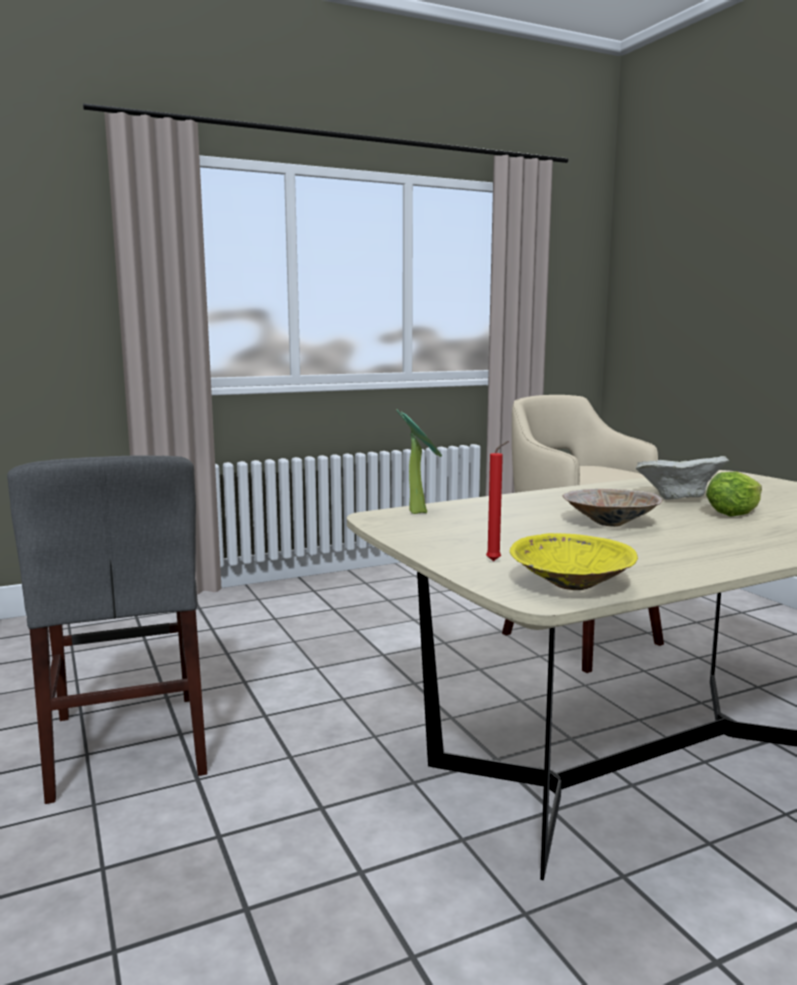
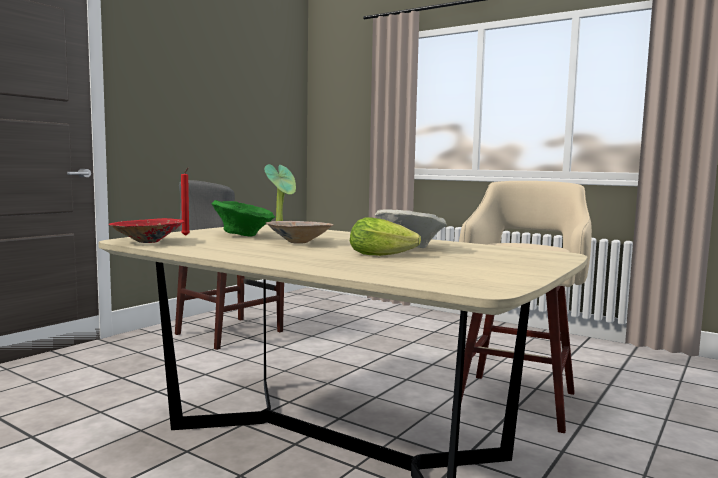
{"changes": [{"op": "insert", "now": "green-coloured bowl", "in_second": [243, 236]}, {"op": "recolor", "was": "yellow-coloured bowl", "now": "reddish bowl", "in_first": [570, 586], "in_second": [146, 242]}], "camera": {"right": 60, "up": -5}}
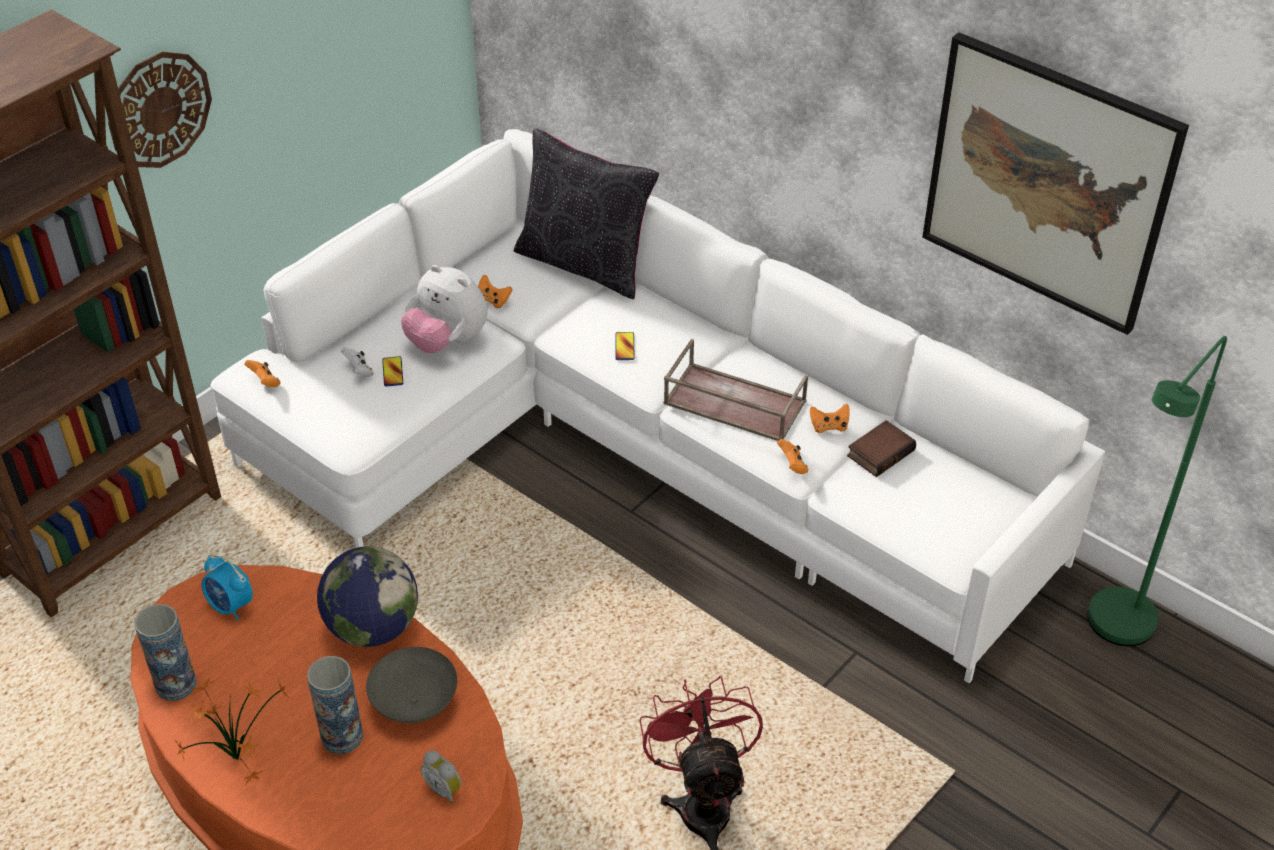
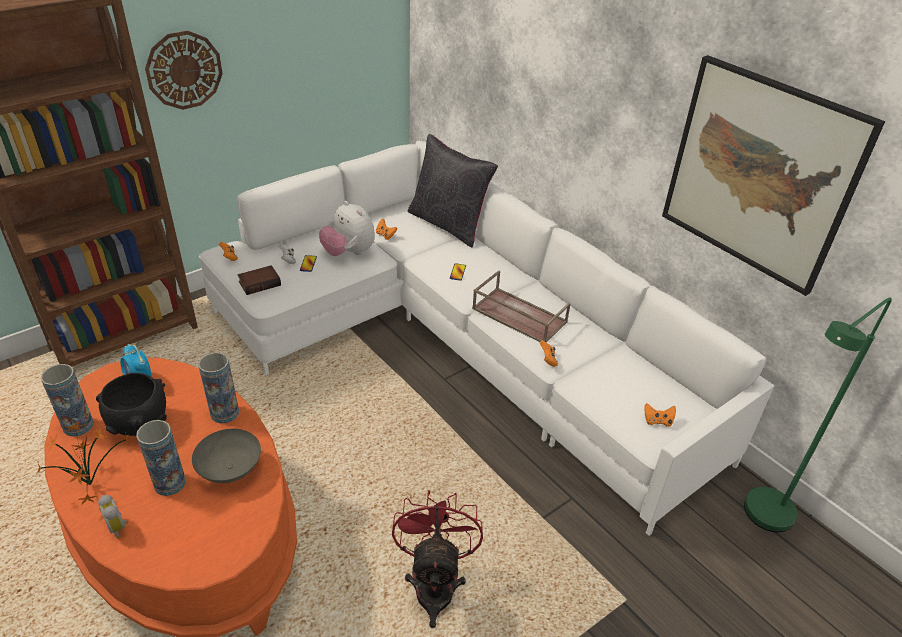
{"changes": [{"op": "insert", "now": "blackish bowl", "in_second": [138, 424]}, {"op": "move", "was": "alarm clock", "in_first": [445, 789], "in_second": [118, 526]}, {"op": "move", "was": "orange-coloured joypad", "in_first": [829, 426], "in_second": [657, 421]}, {"op": "move", "was": "bound book", "in_first": [880, 452], "in_second": [260, 282]}, {"op": "replace", "was": "desk globe", "now": "vase", "in_first": [373, 628], "in_second": [224, 413]}], "camera": {"right": 10, "up": -5}}
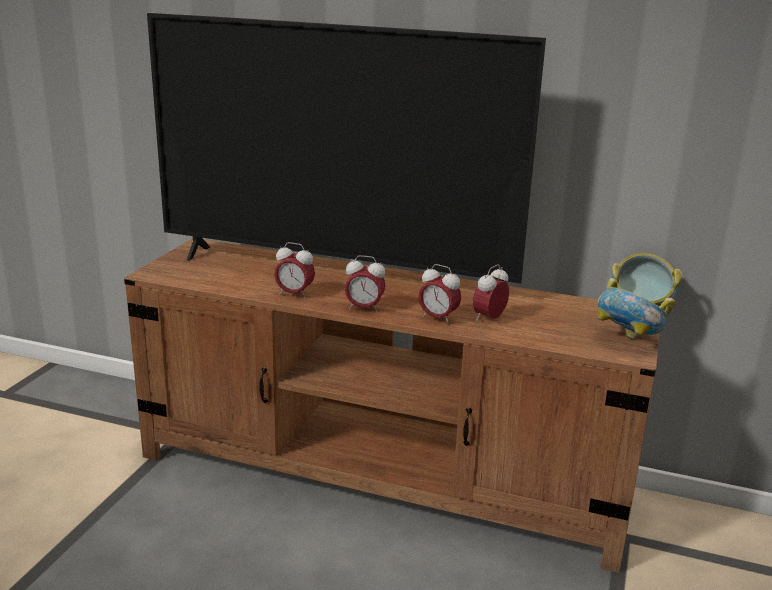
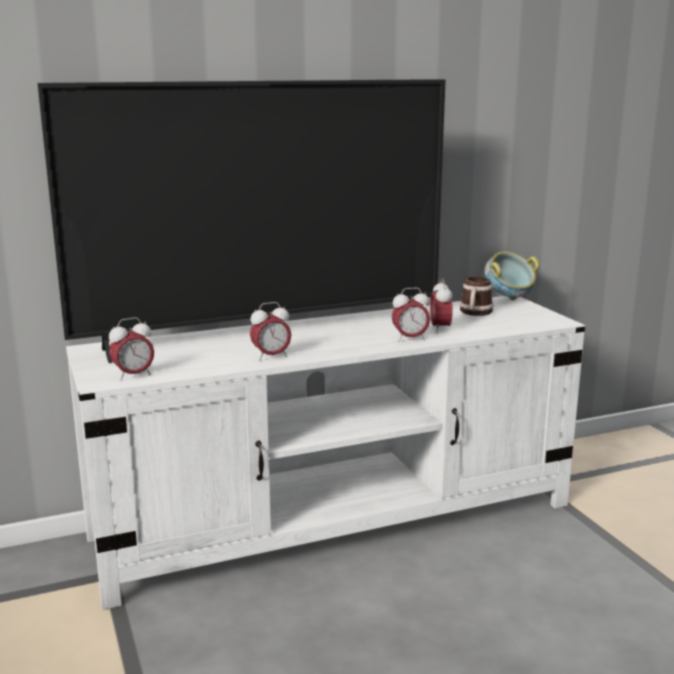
{"changes": [{"op": "delete", "was": "bowl", "in_first": [627, 340]}, {"op": "insert", "now": "coffee mug", "in_second": [475, 313]}, {"op": "move", "was": "alarm clock", "in_first": [364, 308], "in_second": [133, 375]}, {"op": "recolor", "was": "brown-coloured tv unit", "now": "white-coloured tv unit", "in_first": [383, 475], "in_second": [337, 521]}], "camera": {"right": -40, "up": -5}}
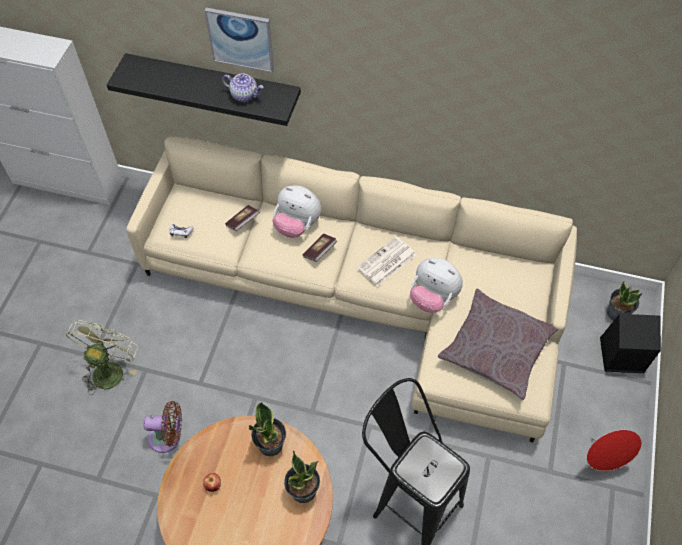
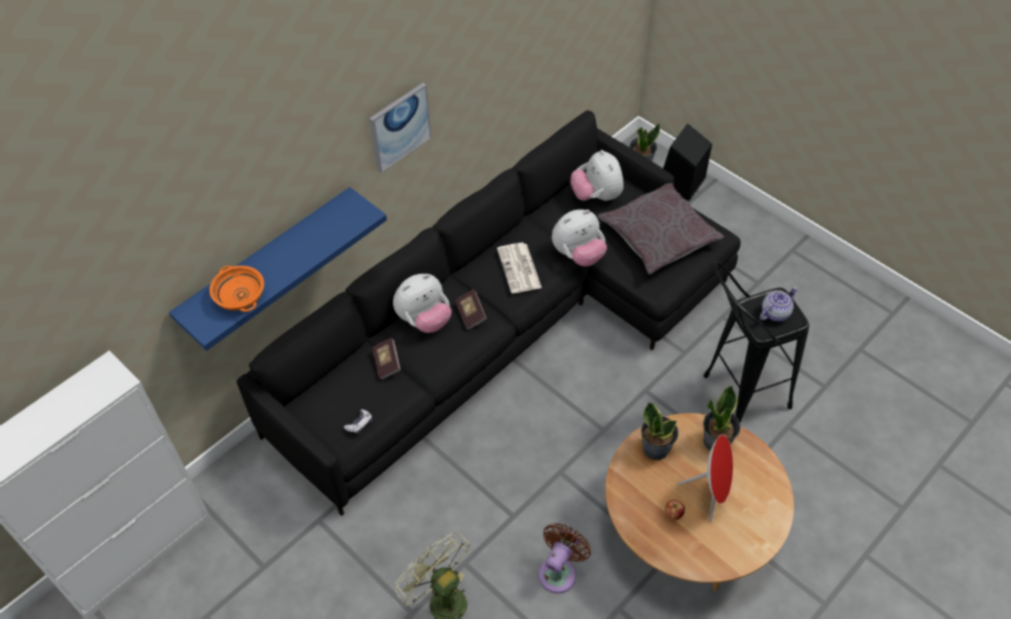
{"changes": [{"op": "insert", "now": "orange-coloured bowl", "in_second": [239, 296]}, {"op": "insert", "now": "plush toy", "in_second": [596, 196]}, {"op": "move", "was": "wall picture", "in_first": [241, 39], "in_second": [399, 127]}, {"op": "move", "was": "tea pot", "in_first": [244, 95], "in_second": [775, 313]}, {"op": "move", "was": "reddish audio speaker", "in_first": [600, 463], "in_second": [710, 493]}, {"op": "recolor", "was": "blackish wall shelf", "now": "blue-coloured wall shelf", "in_first": [214, 85], "in_second": [268, 262]}, {"op": "recolor", "was": "sand-coloured sofa", "now": "blackish sofa", "in_first": [369, 295], "in_second": [506, 326]}], "camera": {"right": -60, "up": -5}}
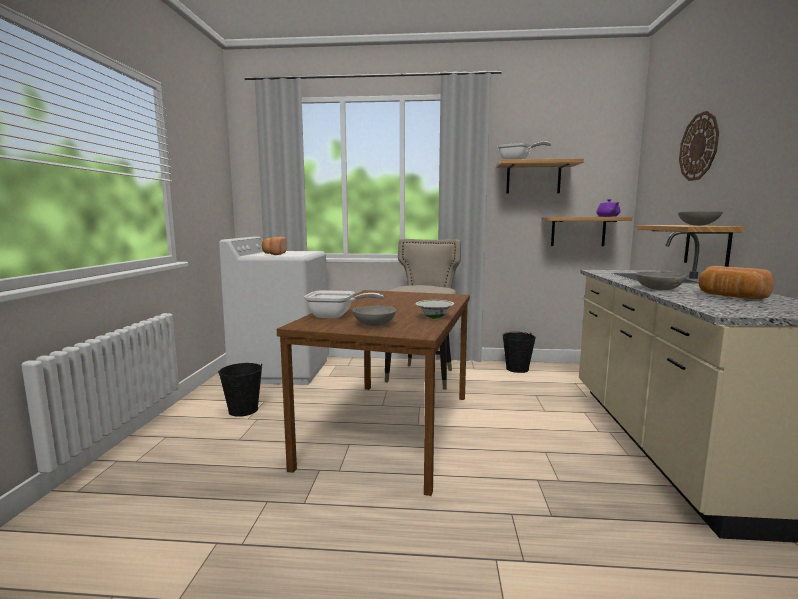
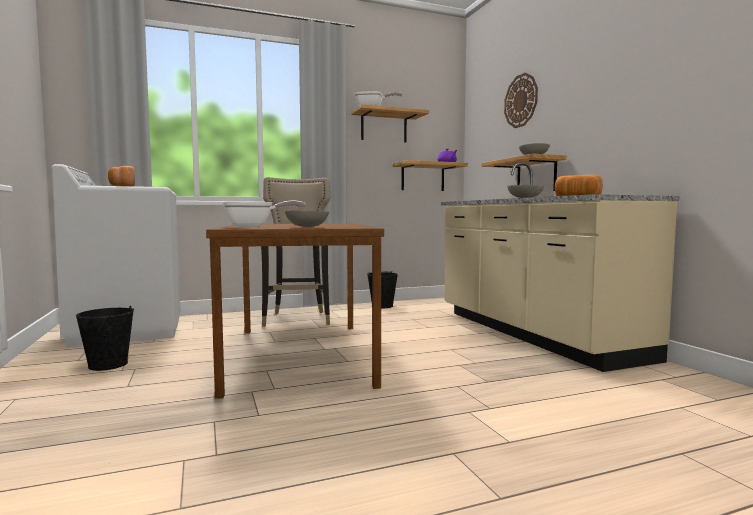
{"changes": [{"op": "delete", "was": "white-coloured bowl", "in_first": [434, 318]}], "camera": {"right": -25, "up": -5}}
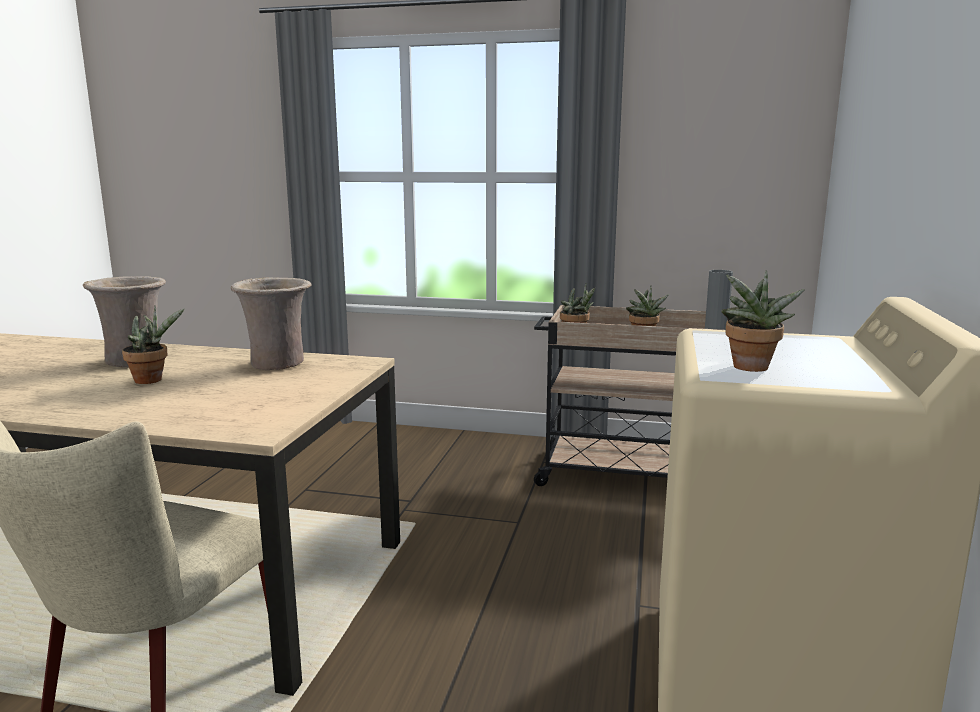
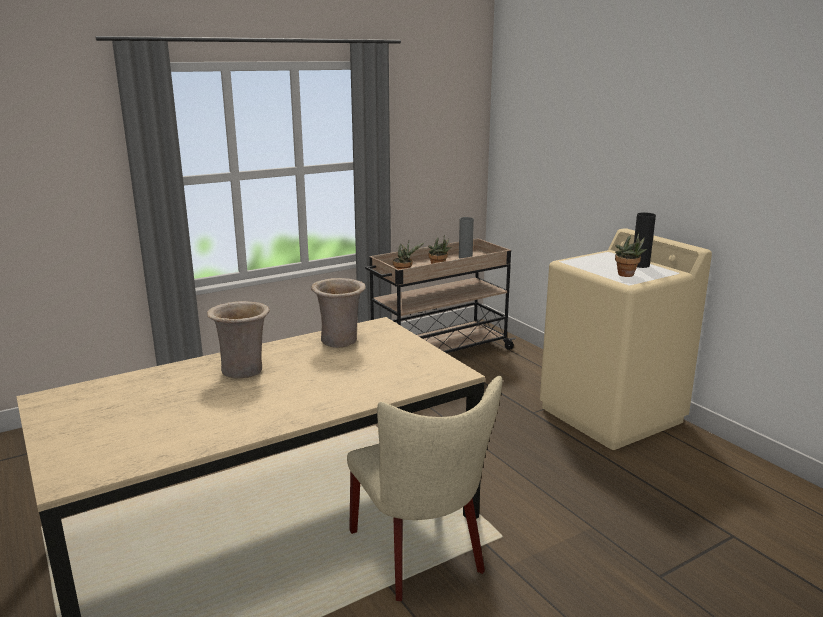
{"changes": [{"op": "delete", "was": "potted plant", "in_first": [153, 380]}, {"op": "insert", "now": "blackish vase", "in_second": [640, 265]}], "camera": {"right": -45, "up": 5}}
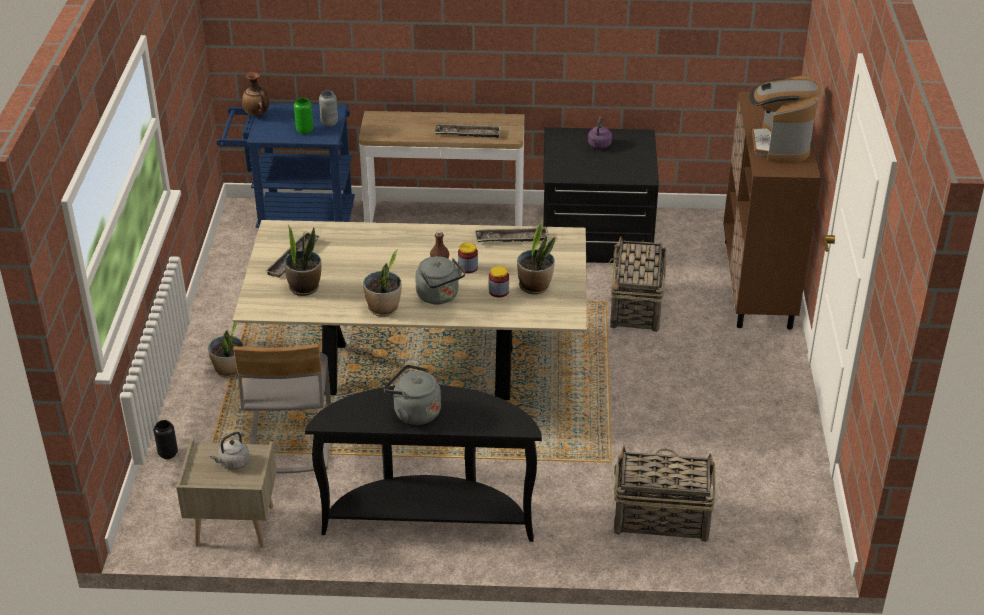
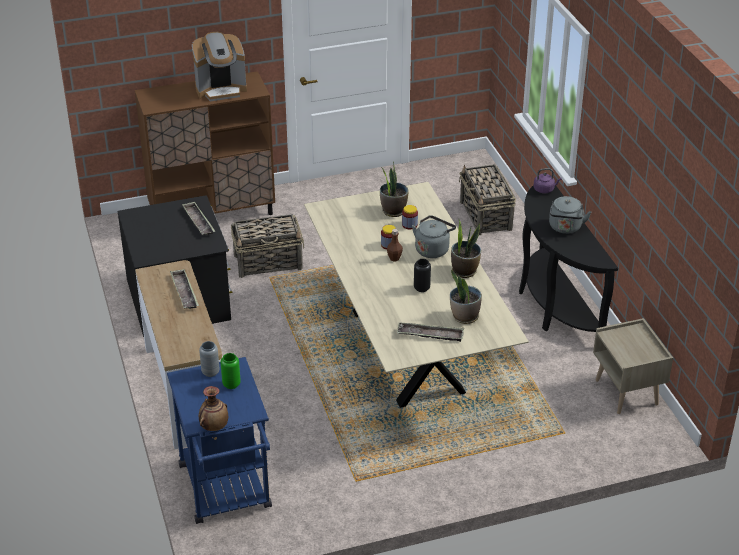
{"changes": [{"op": "delete", "was": "potted plant", "in_first": [229, 370]}, {"op": "delete", "was": "gray tea kettle", "in_first": [233, 463]}, {"op": "delete", "was": "gray chair", "in_first": [289, 440]}, {"op": "move", "was": "blackish vase", "in_first": [168, 454], "in_second": [421, 288]}, {"op": "move", "was": "serving tray", "in_first": [512, 239], "in_second": [198, 221]}, {"op": "move", "was": "purple-coloured tea kettle", "in_first": [599, 145], "in_second": [545, 189]}], "camera": {"right": -110, "up": 0}}
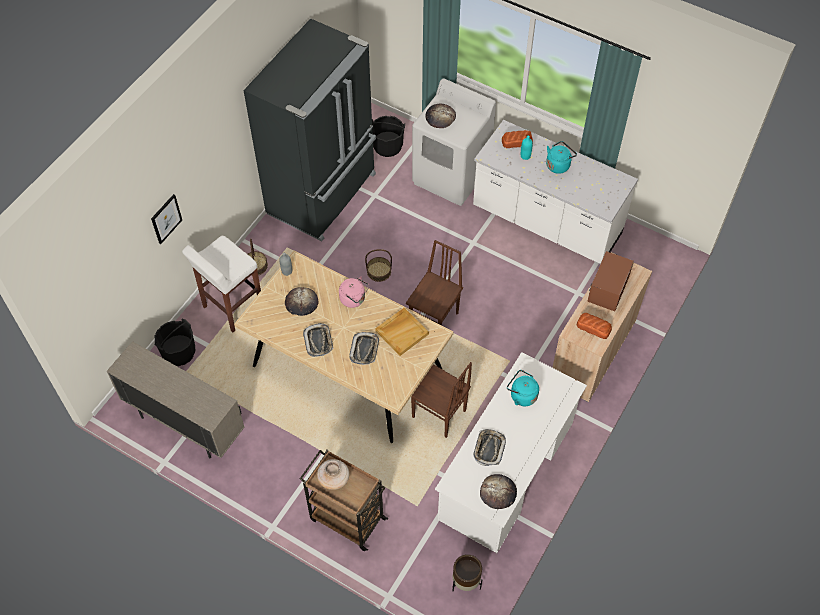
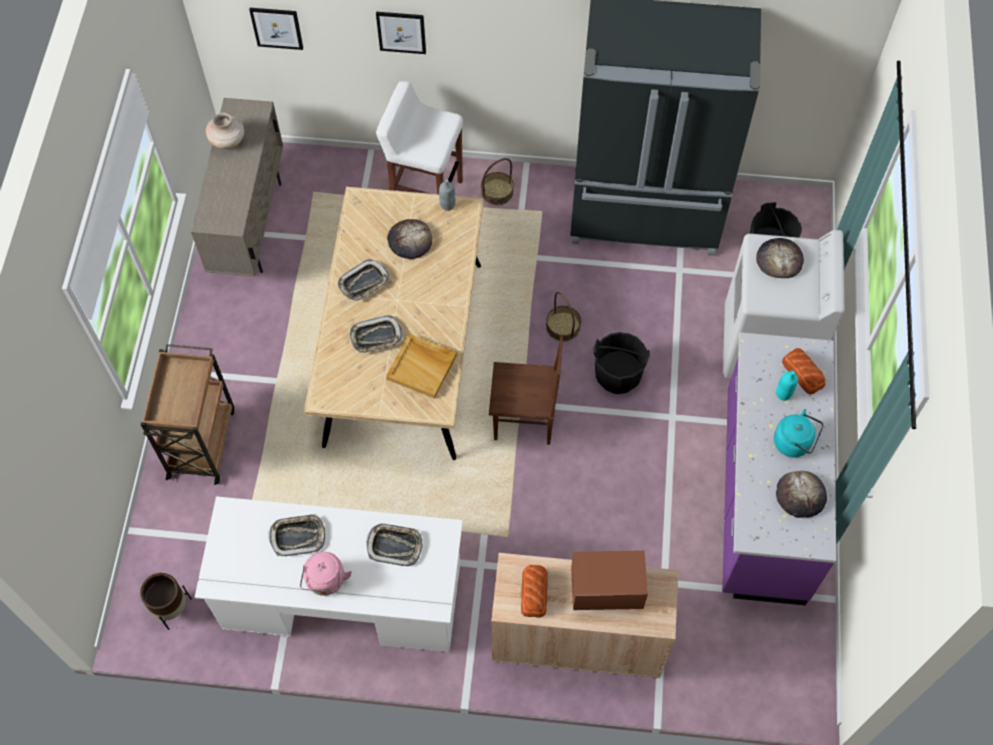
{"changes": [{"op": "delete", "was": "brown-coloured chair", "in_first": [438, 415]}, {"op": "insert", "now": "wall picture", "in_second": [277, 28]}, {"op": "move", "was": "blackish bucket", "in_first": [179, 352], "in_second": [618, 375]}, {"op": "move", "was": "sand-coloured vase", "in_first": [334, 479], "in_second": [228, 141]}, {"op": "move", "was": "pink-coloured tea kettle", "in_first": [354, 299], "in_second": [325, 582]}, {"op": "move", "was": "bakery bread", "in_first": [498, 492], "in_second": [800, 495]}, {"op": "replace", "was": "turquoise-coloured tea kettle", "now": "serving tray", "in_first": [521, 395], "in_second": [395, 546]}, {"op": "recolor", "was": "white-coloured counter", "now": "purple-coloured counter", "in_first": [546, 222], "in_second": [761, 496]}], "camera": {"right": 65, "up": 5}}
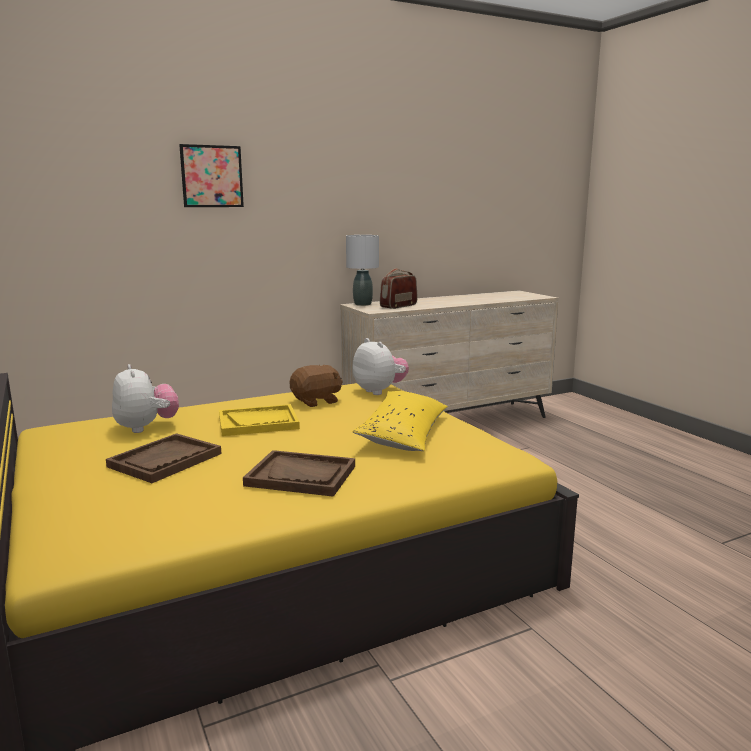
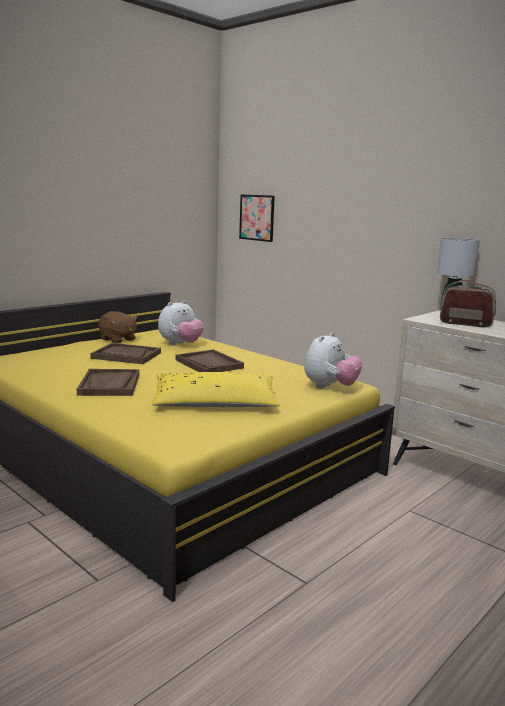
{"changes": [{"op": "move", "was": "wall picture", "in_first": [212, 176], "in_second": [257, 217]}, {"op": "move", "was": "brown-coloured plush toy", "in_first": [316, 401], "in_second": [117, 339]}, {"op": "recolor", "was": "yellow-coloured serving tray", "now": "brown-coloured serving tray", "in_first": [258, 422], "in_second": [209, 364]}], "camera": {"right": 70, "up": 0}}
